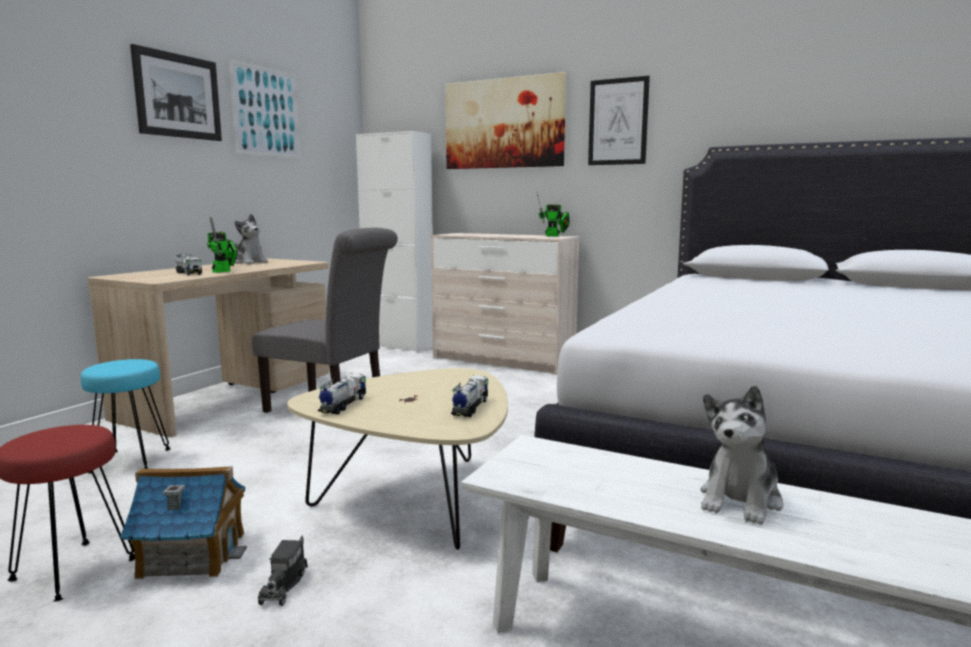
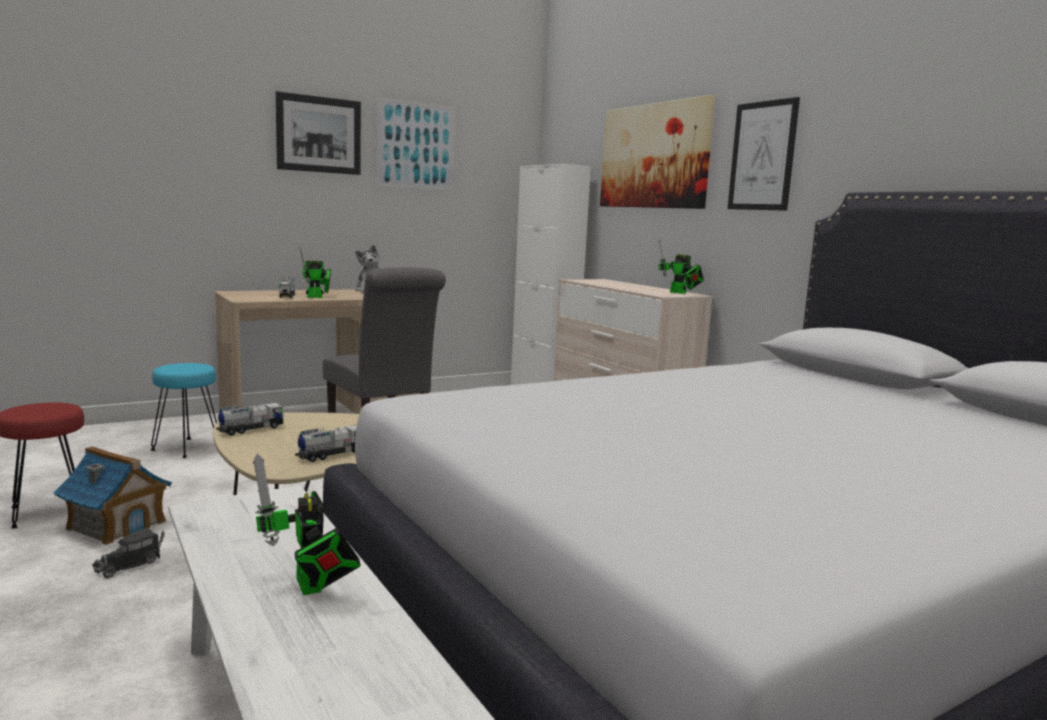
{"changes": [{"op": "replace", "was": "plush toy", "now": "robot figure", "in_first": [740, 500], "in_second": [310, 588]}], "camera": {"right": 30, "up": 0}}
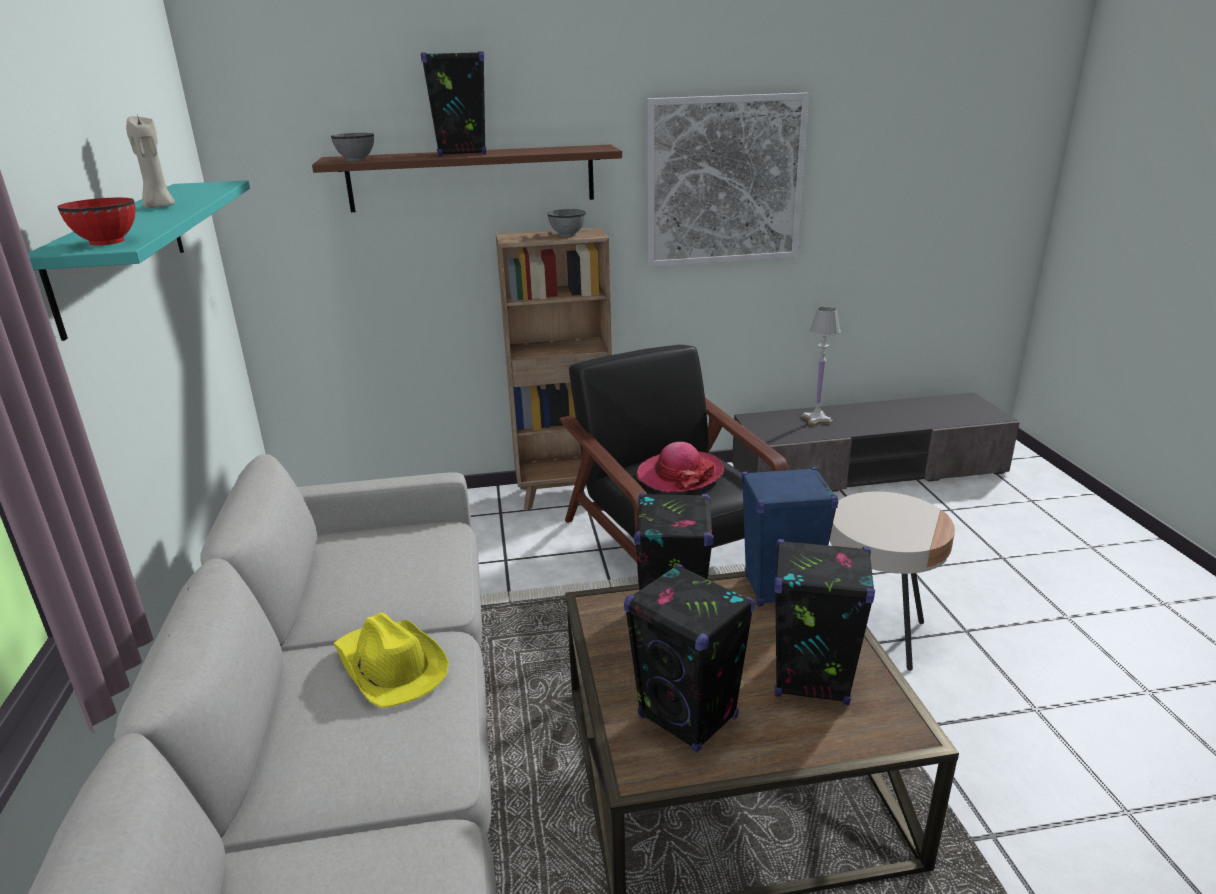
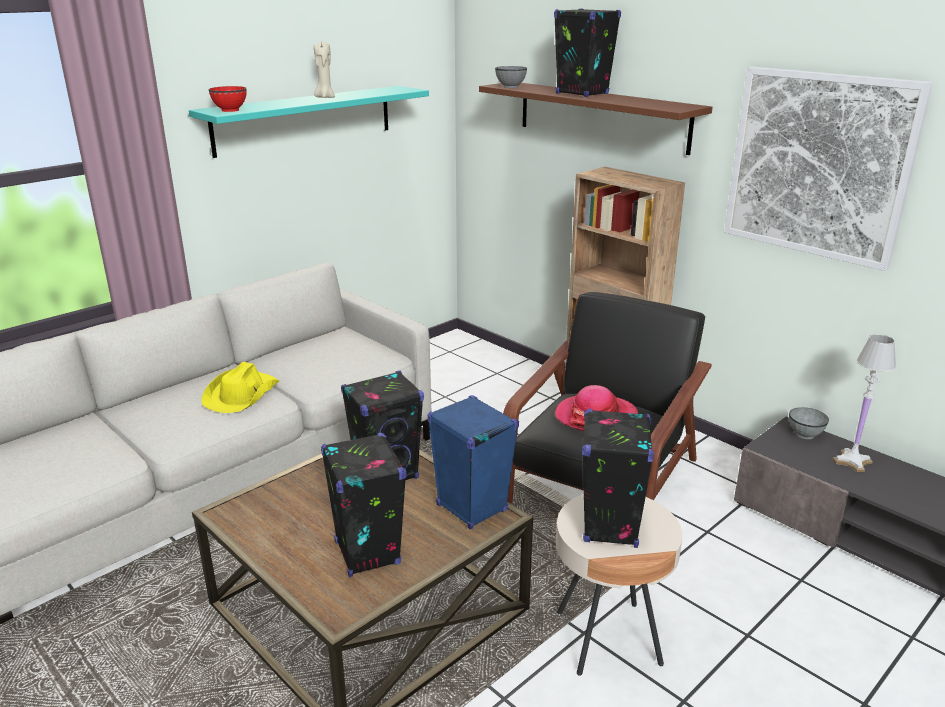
{"changes": [{"op": "move", "was": "gray bowl", "in_first": [567, 235], "in_second": [804, 435]}, {"op": "move", "was": "blackish audio speaker", "in_first": [688, 717], "in_second": [610, 527]}], "camera": {"right": 55, "up": 0}}
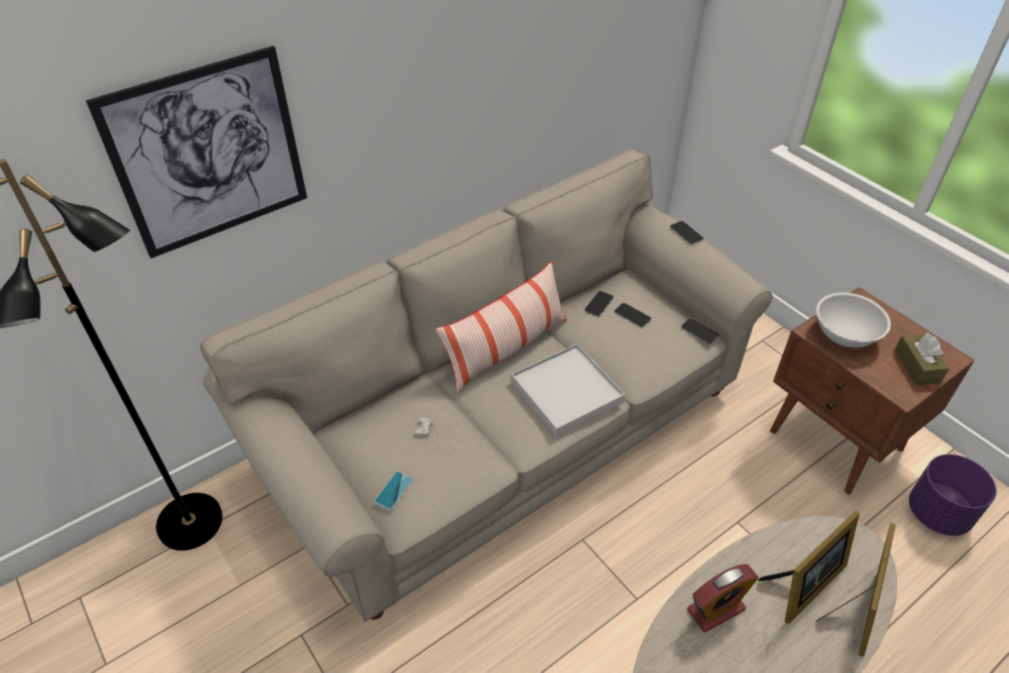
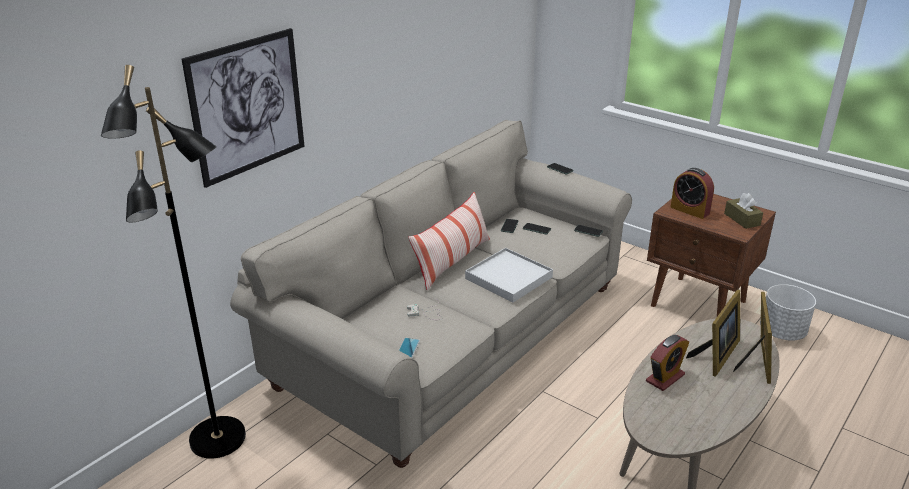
{"changes": [{"op": "replace", "was": "white-coloured bowl", "now": "alarm clock", "in_first": [845, 334], "in_second": [689, 210]}, {"op": "recolor", "was": "purple-coloured plant pot", "now": "white-coloured plant pot", "in_first": [938, 513], "in_second": [782, 332]}], "camera": {"right": -15, "up": -15}}
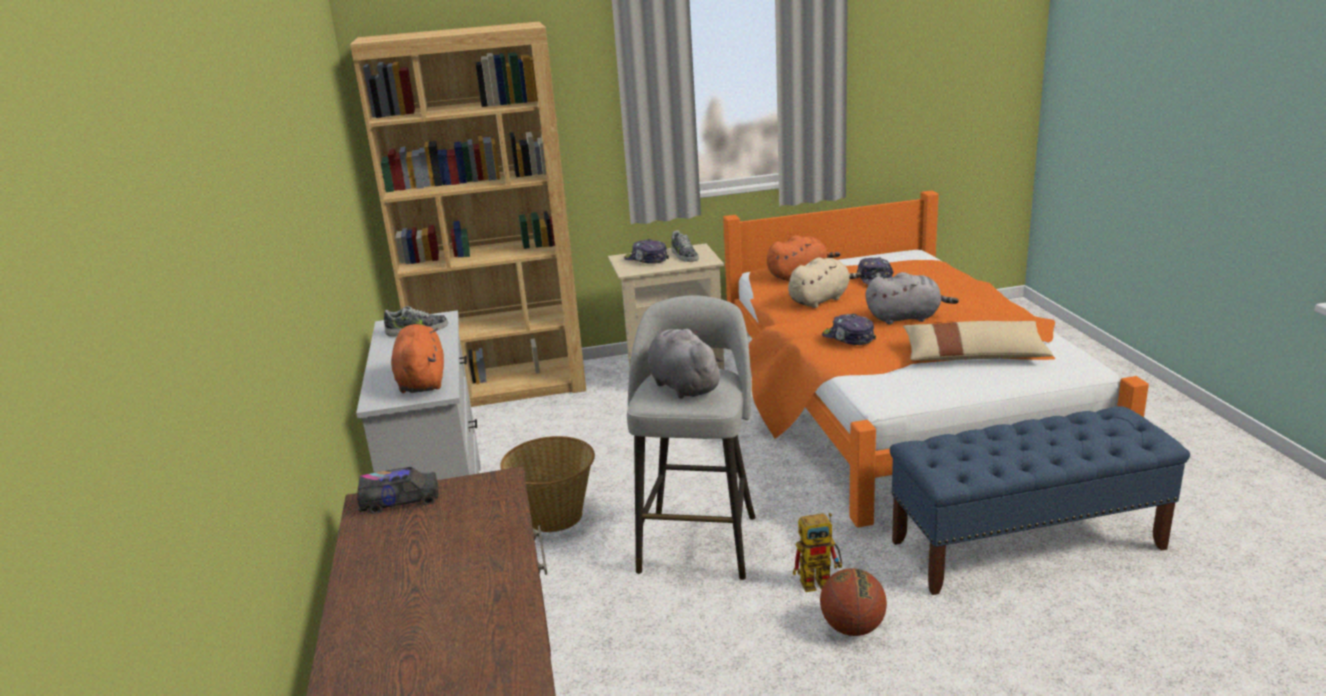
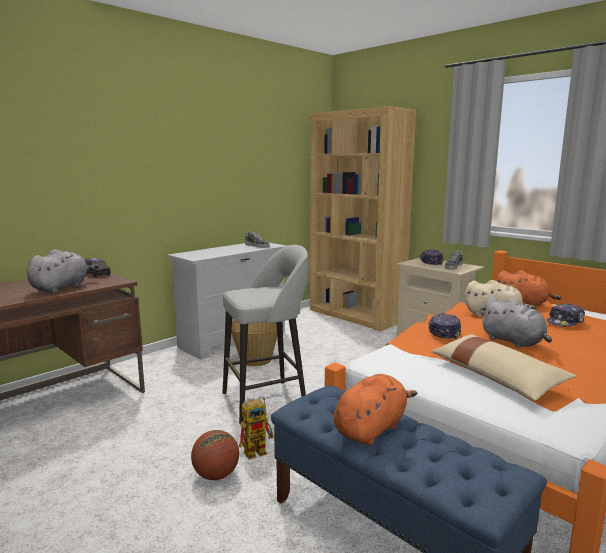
{"changes": [{"op": "move", "was": "orange-coloured plush toy", "in_first": [421, 381], "in_second": [371, 428]}, {"op": "move", "was": "gray plush toy", "in_first": [682, 385], "in_second": [62, 287]}, {"op": "rotate", "was": "robot figure", "in_first": [821, 581], "in_second": [259, 450], "clockwise": -75}], "camera": {"right": 55, "up": -10}}
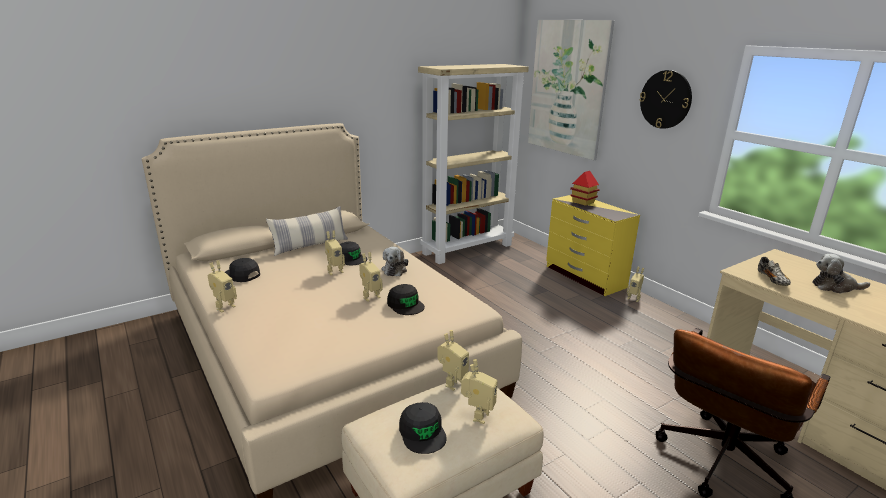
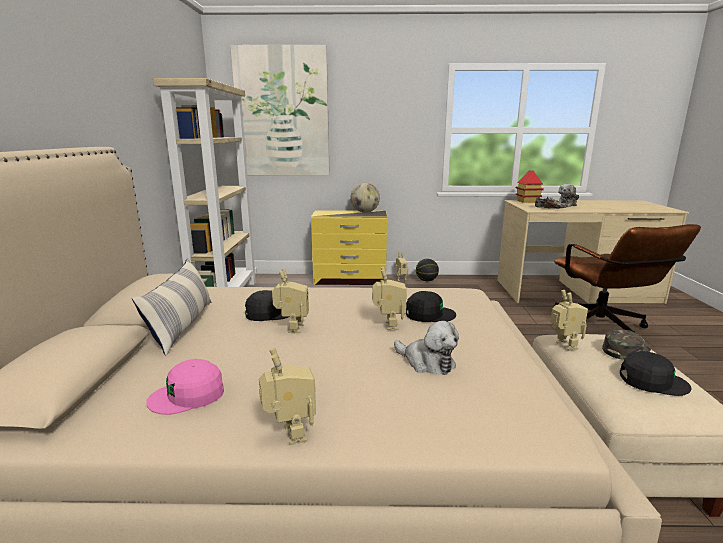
{"changes": [{"op": "delete", "was": "clock on the wall", "in_first": [665, 99]}, {"op": "insert", "now": "desk globe", "in_second": [365, 212]}, {"op": "insert", "now": "basketball ball", "in_second": [426, 280]}, {"op": "move", "was": "plush toy", "in_first": [395, 269], "in_second": [427, 363]}, {"op": "move", "was": "toy house", "in_first": [583, 202], "in_second": [527, 201]}, {"op": "replace", "was": "robot figure", "now": "green-coloured peaked cap", "in_first": [477, 415], "in_second": [625, 349]}, {"op": "recolor", "was": "blackish peaked cap", "now": "pink-coloured peaked cap", "in_first": [242, 275], "in_second": [188, 395]}], "camera": {"right": -55, "up": -5}}
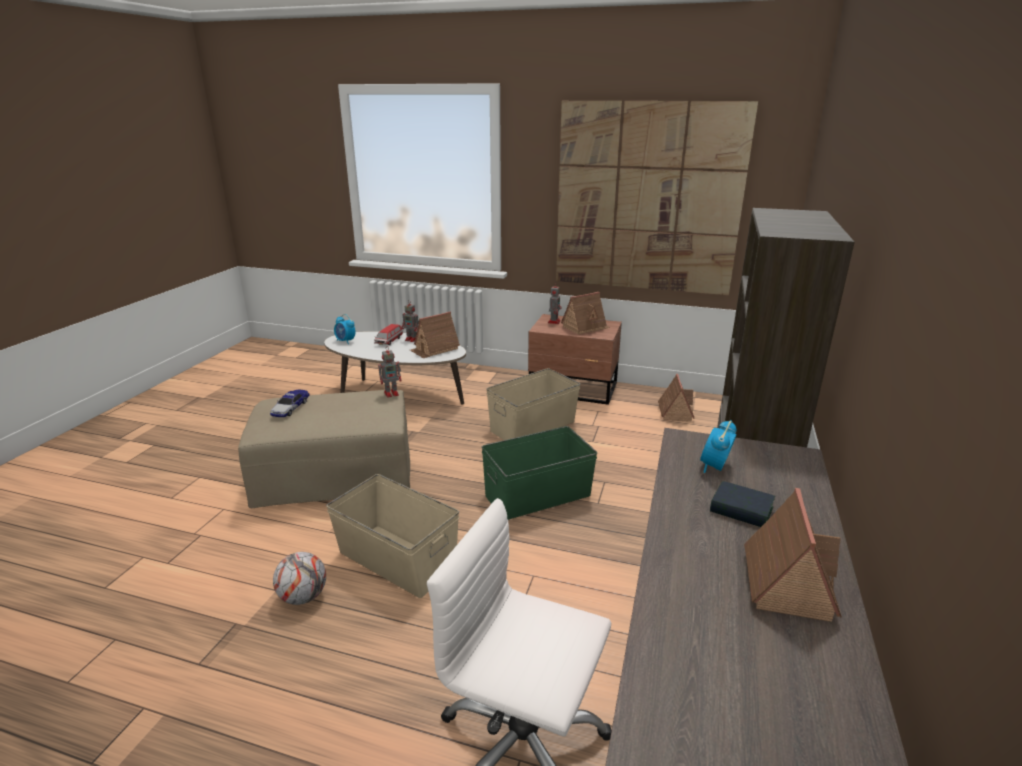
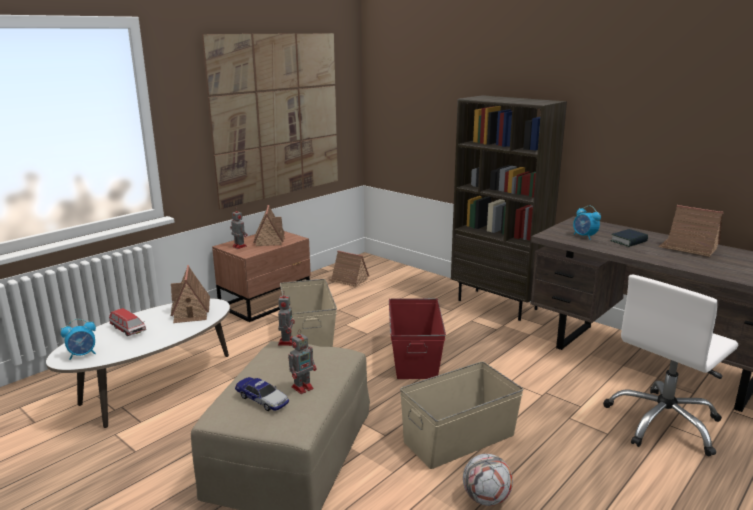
{"changes": [{"op": "move", "was": "robot figure", "in_first": [412, 339], "in_second": [303, 387]}, {"op": "recolor", "was": "green-coloured storage container", "now": "reddish storage container", "in_first": [538, 495], "in_second": [415, 357]}], "camera": {"right": -65, "up": -5}}
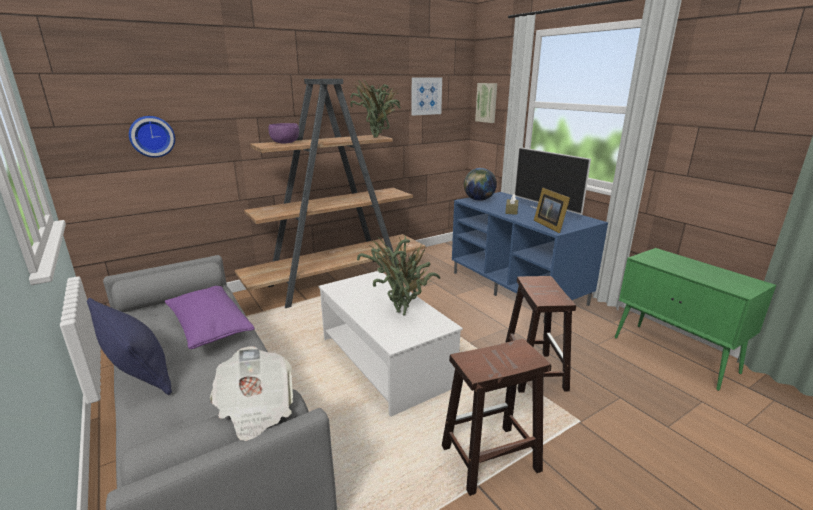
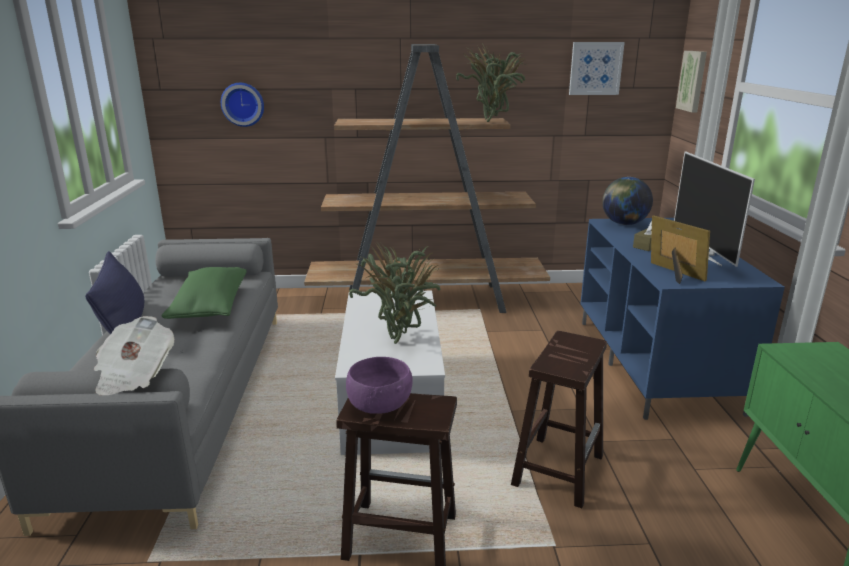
{"changes": [{"op": "move", "was": "purple-coloured bowl", "in_first": [285, 143], "in_second": [379, 406]}, {"op": "recolor", "was": "purple-coloured cushion", "now": "green-coloured cushion", "in_first": [210, 328], "in_second": [210, 307]}, {"op": "rotate", "was": "picture frame", "in_first": [550, 225], "in_second": [674, 274], "clockwise": 135}], "camera": {"right": 30, "up": 0}}
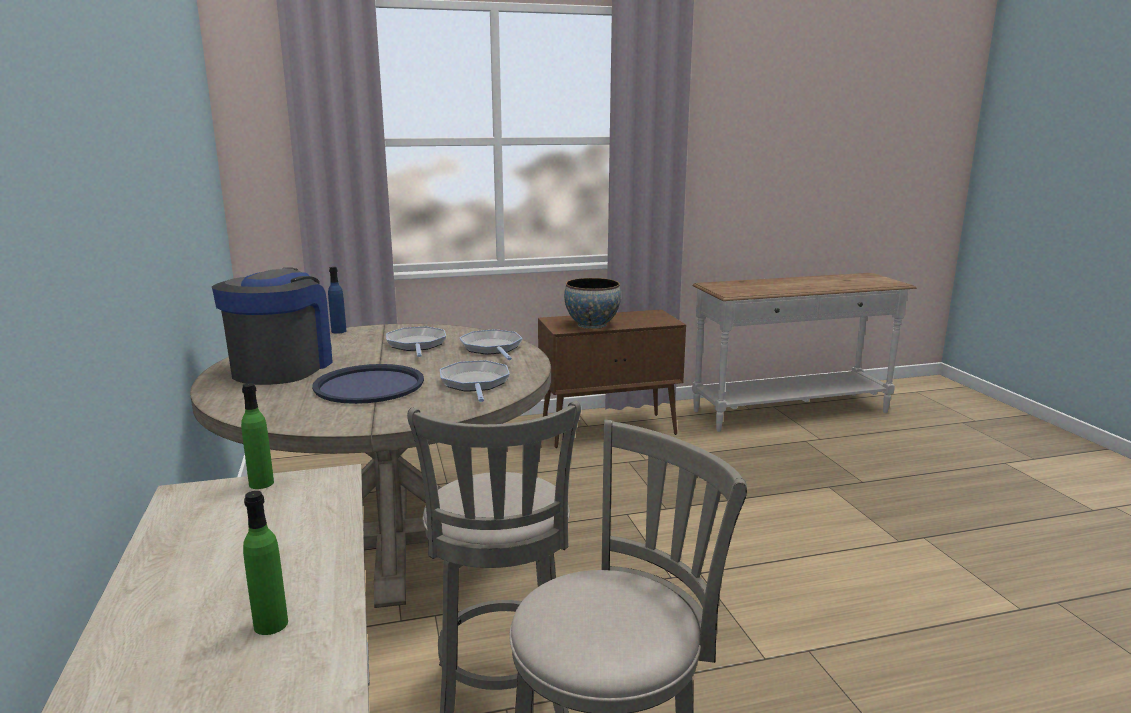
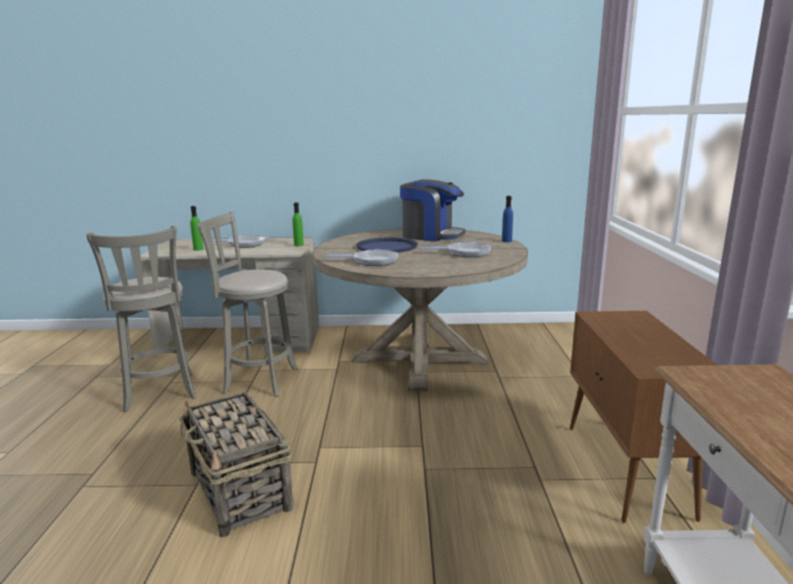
{"changes": [{"op": "delete", "was": "bowl", "in_first": [592, 325]}, {"op": "insert", "now": "household basket", "in_second": [240, 491]}, {"op": "move", "was": "frying pan", "in_first": [492, 348], "in_second": [243, 244]}], "camera": {"right": 105, "up": 0}}
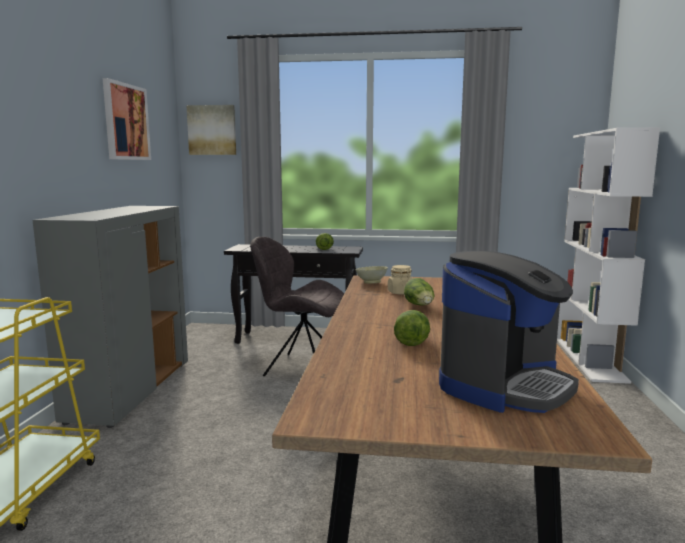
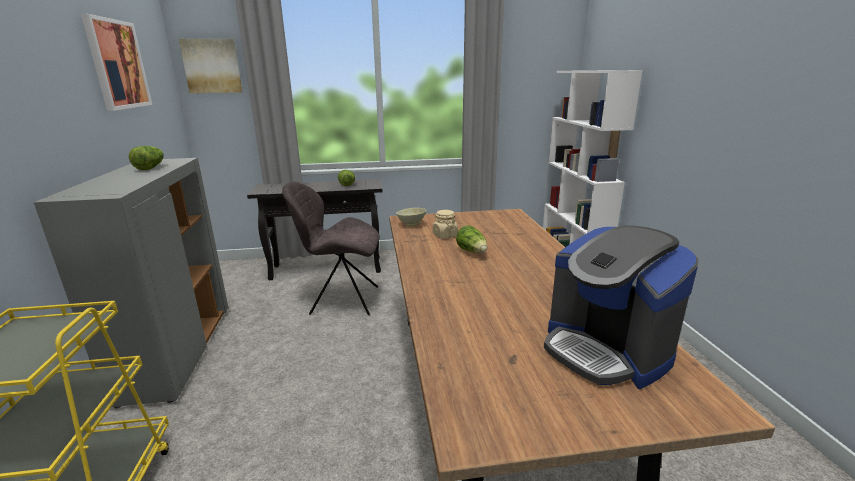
{"changes": [{"op": "move", "was": "lettuce", "in_first": [411, 340], "in_second": [150, 167]}, {"op": "rotate", "was": "coffee maker", "in_first": [504, 385], "in_second": [605, 350], "clockwise": 120}], "camera": {"right": -15, "up": 10}}
